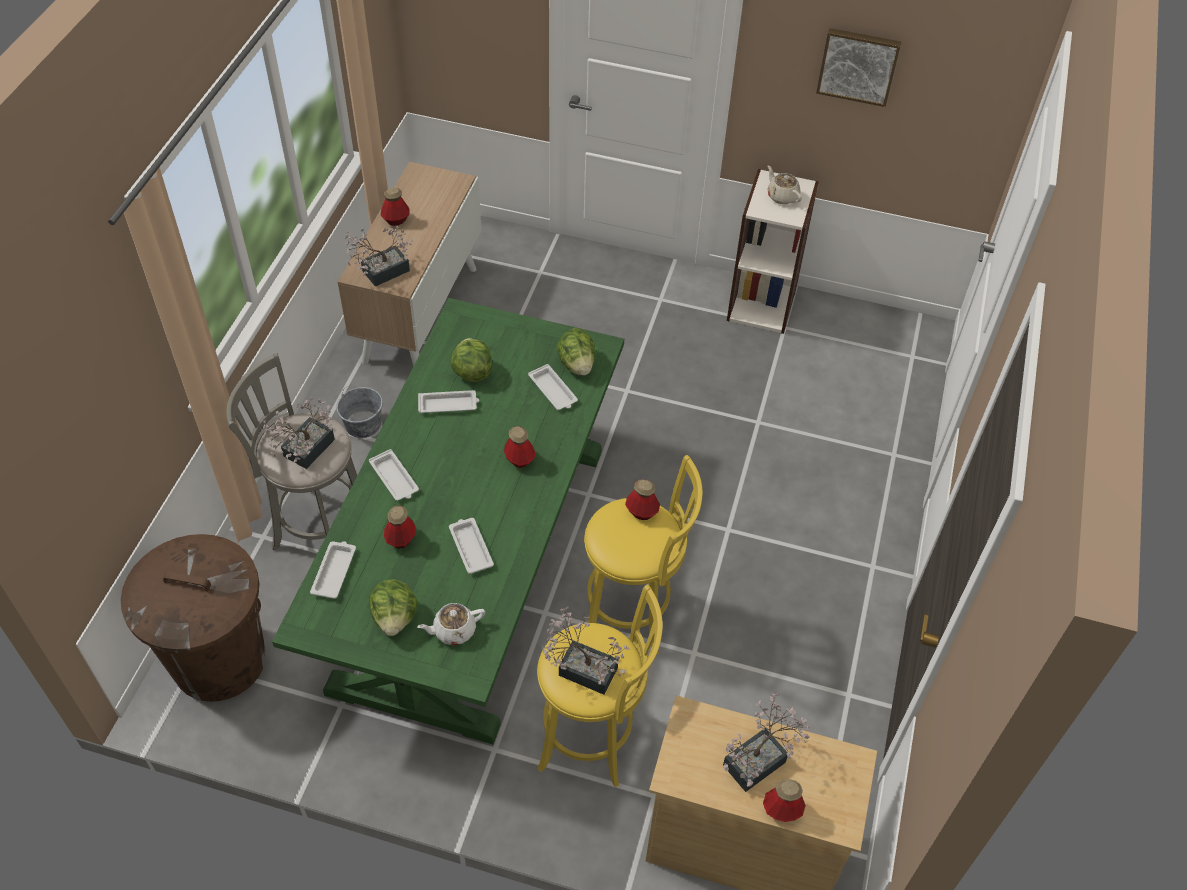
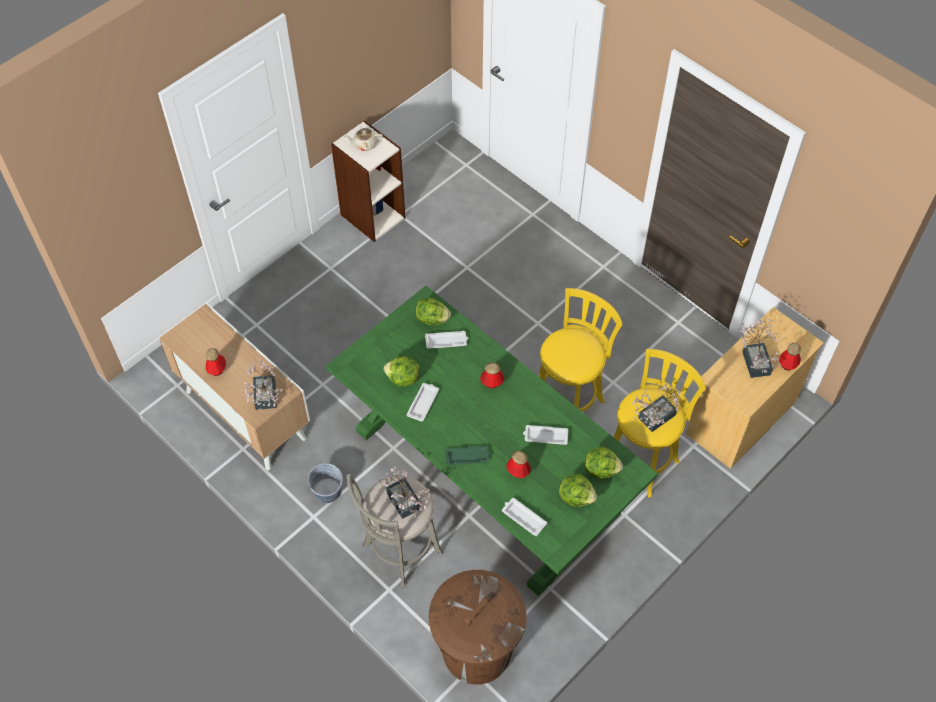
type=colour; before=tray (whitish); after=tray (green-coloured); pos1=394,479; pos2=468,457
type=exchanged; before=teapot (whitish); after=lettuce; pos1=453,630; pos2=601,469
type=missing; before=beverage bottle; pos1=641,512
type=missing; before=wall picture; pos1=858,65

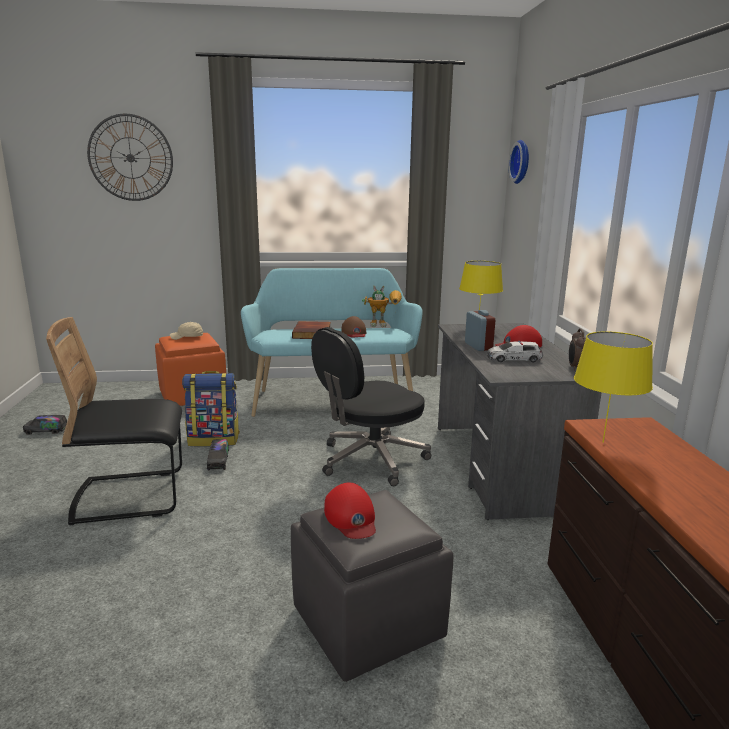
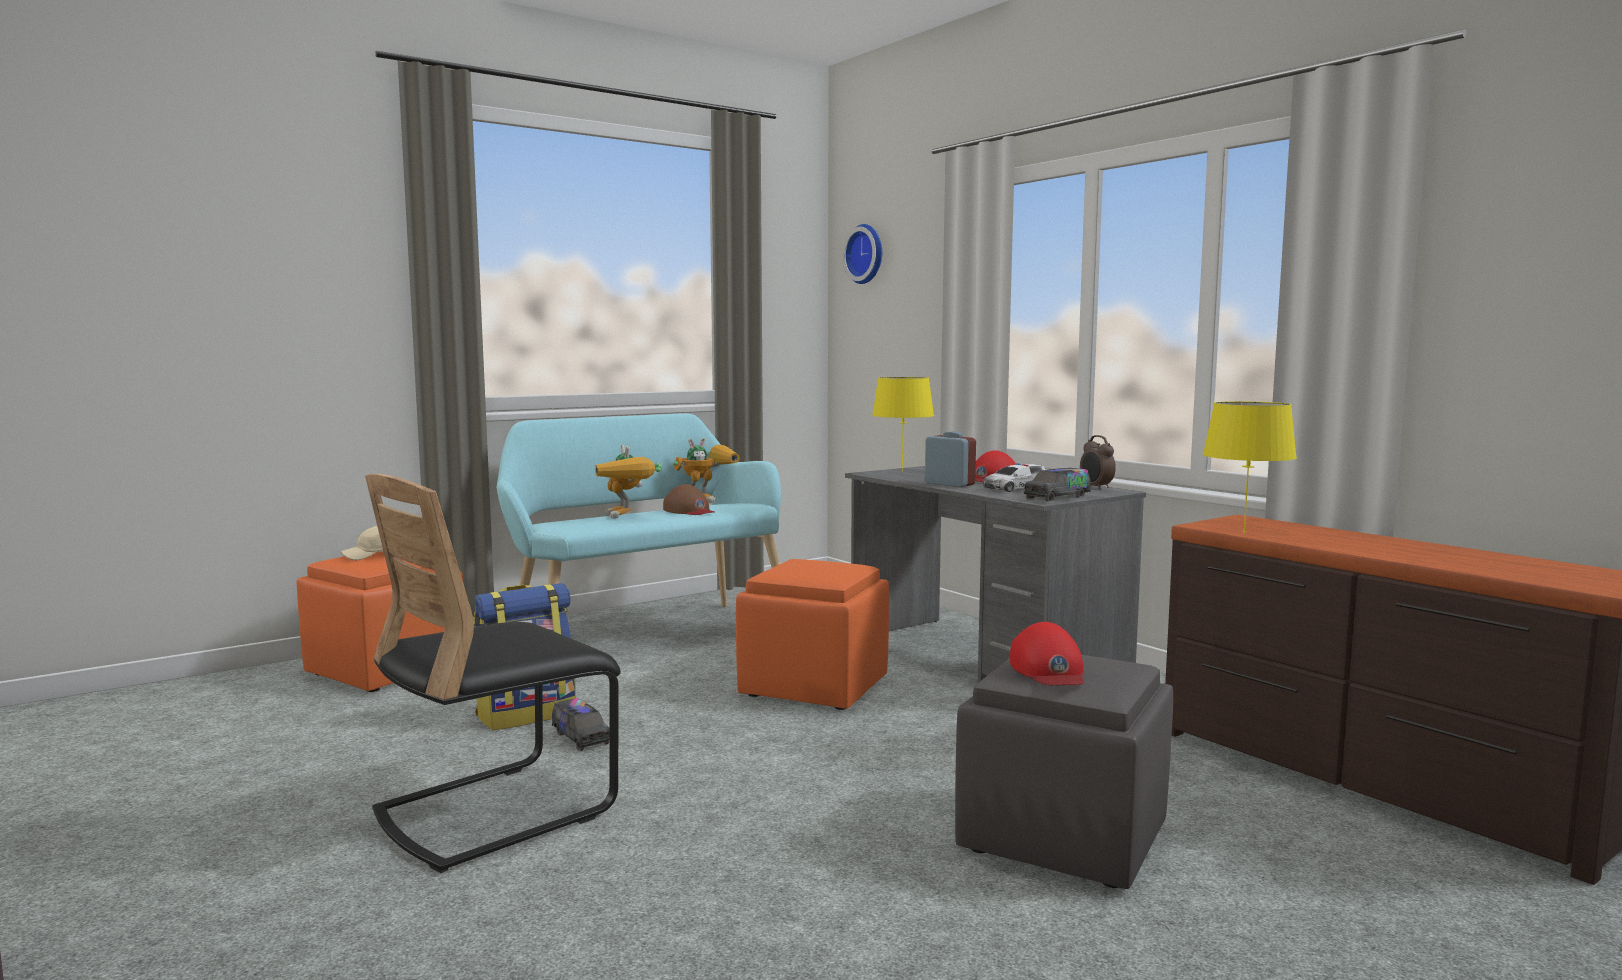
type=relocated; before=toy truck; pos1=46,431; pos2=1057,497
type=missing; before=hanging clock; pos1=130,158
type=exchanged; before=volume; after=toy robot; pos1=313,333; pos2=627,517
type=exchanged; before=computer chair (black-coloured); after=pouffe (orangey); pos1=370,460; pos2=812,687
type=spun; before=peaked cap (reddish); pos1=351,517; pos2=1048,670; turn=45

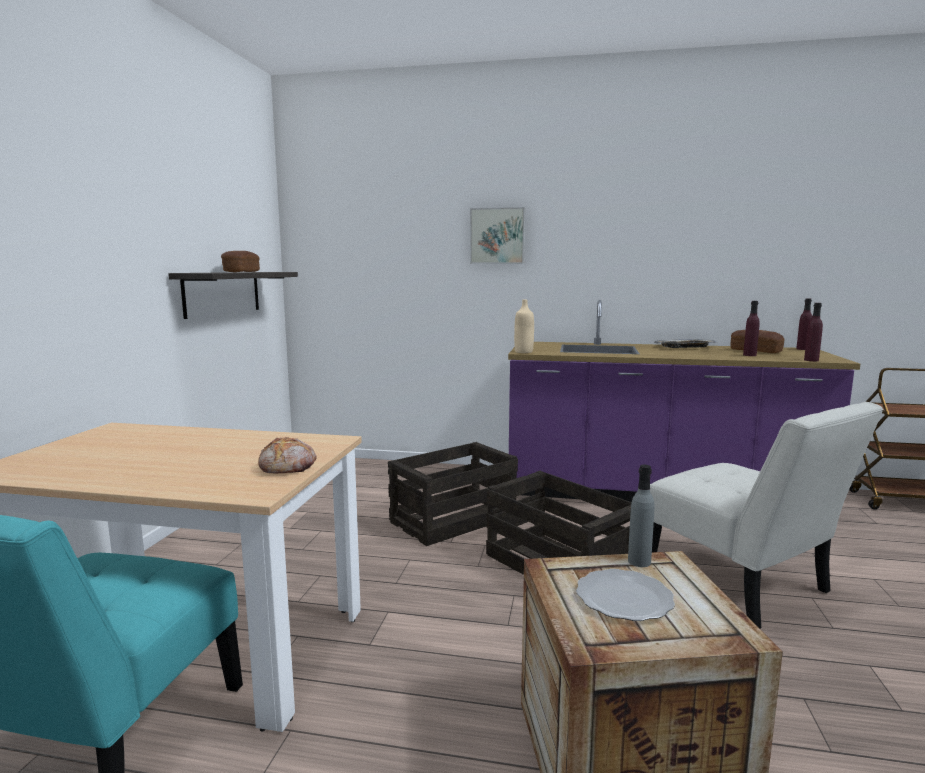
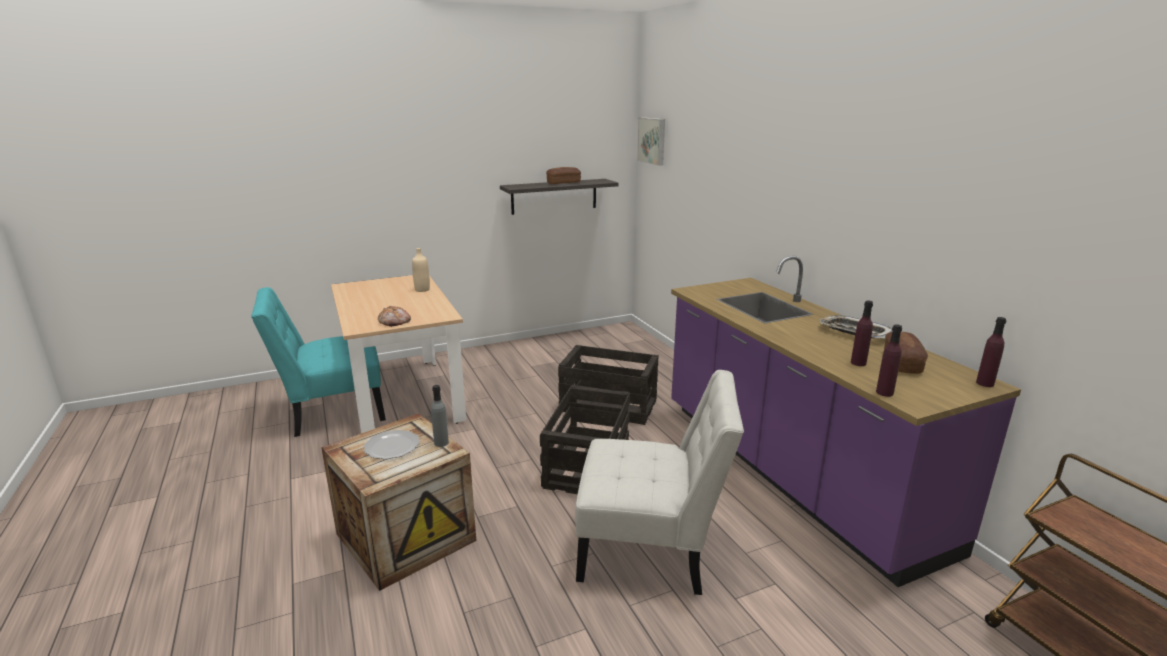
type=relocated; before=wall picture; pos1=497,236; pos2=652,140
type=relocated; before=beverage bottle (beige-coloured); pos1=523,352; pos2=422,290
type=spun; before=plain chair (whitish); pos1=742,586; pos2=651,549; turn=-105

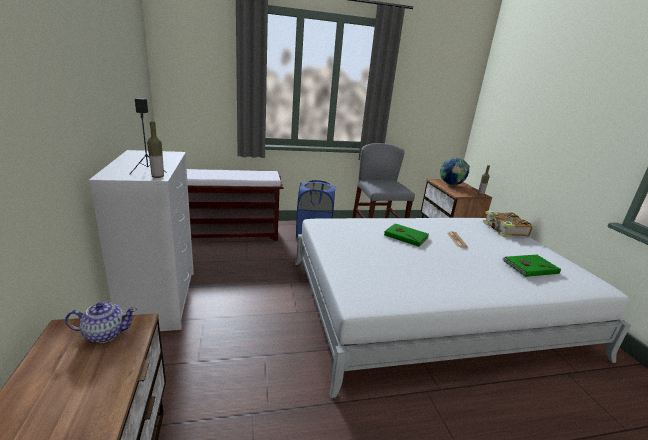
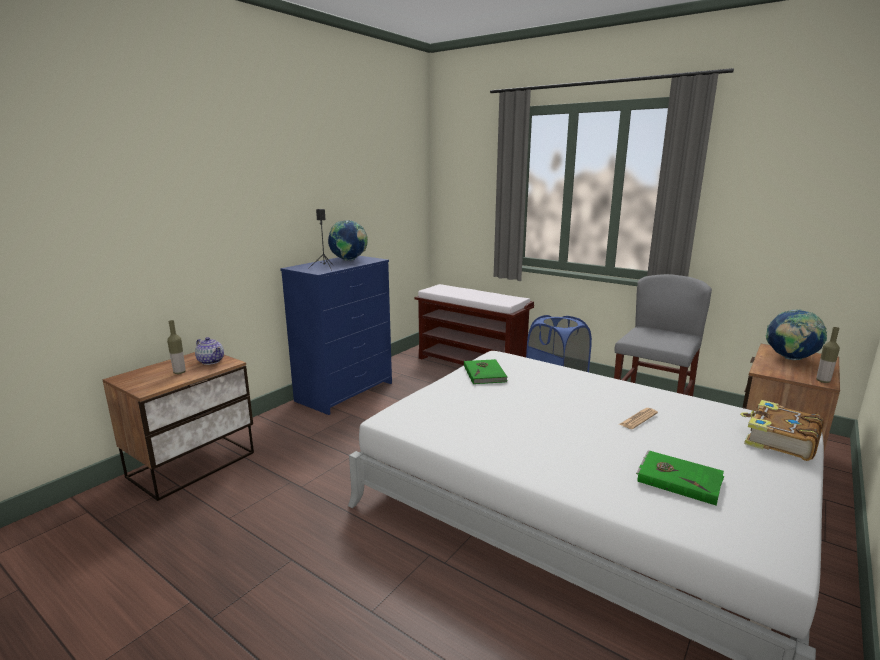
type=colour; before=drawer chest (whitish); after=drawer chest (blue-coloured); pos1=160,299; pos2=345,391
type=relocated; before=beverage bottle; pos1=158,177; pos2=179,372
type=relocated; before=volume (green-coloured); pos1=406,236; pos2=485,373
type=appeared; after=world globe; pos2=349,260

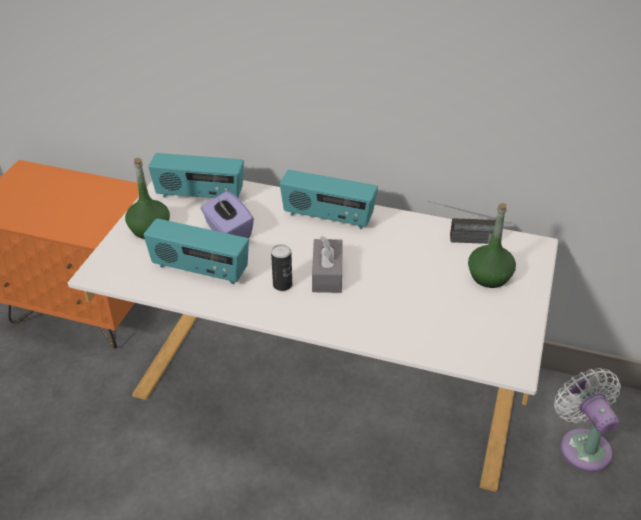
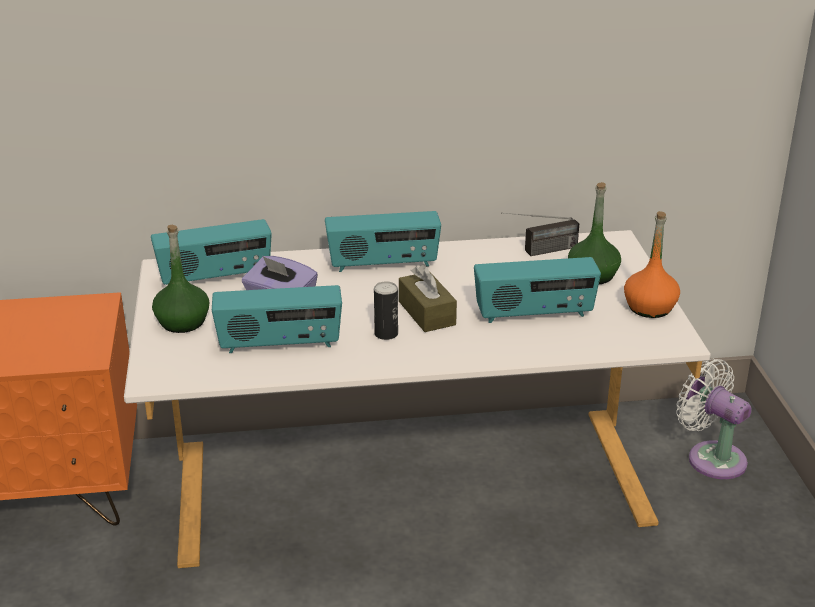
type=colour; before=tissue box (greyish); after=tissue box (brown); pos1=327,274; pos2=427,313
type=appeared; after=radio; pos2=534,315
type=appeared; after=beverage bottle (orangey); pos2=650,308

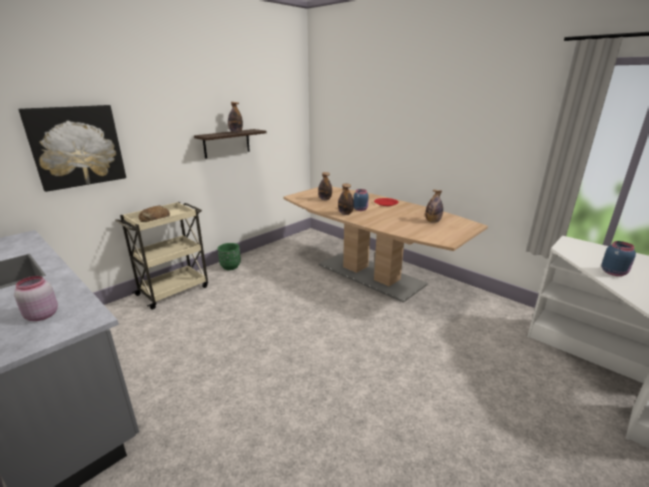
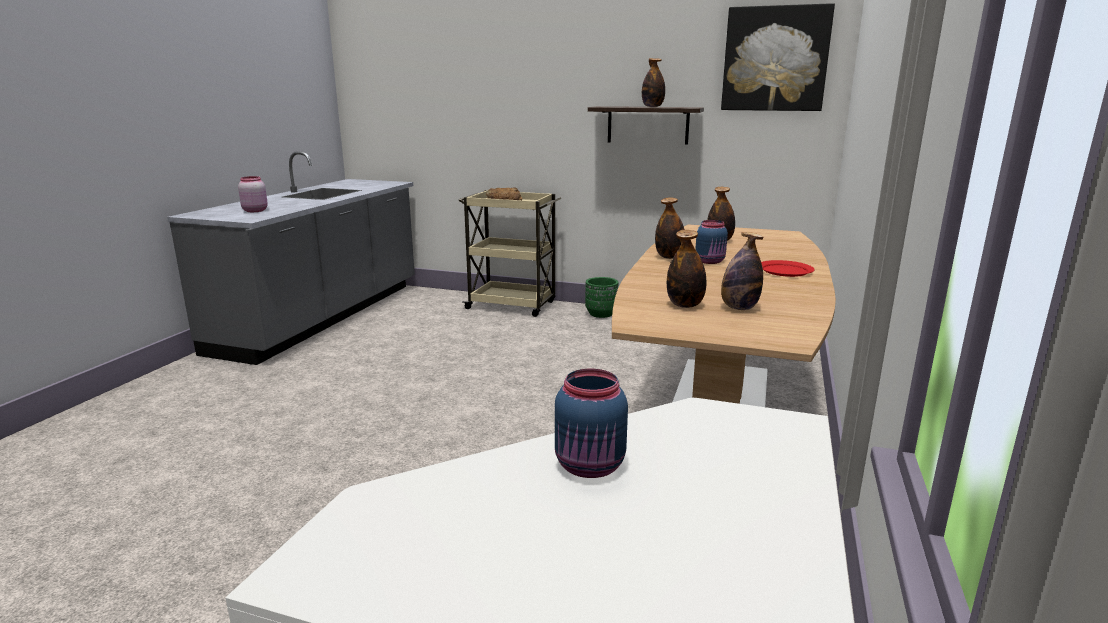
type=relocated; before=wall picture; pos1=77,146; pos2=775,59
type=appeared; after=beverage bottle; pos2=685,305

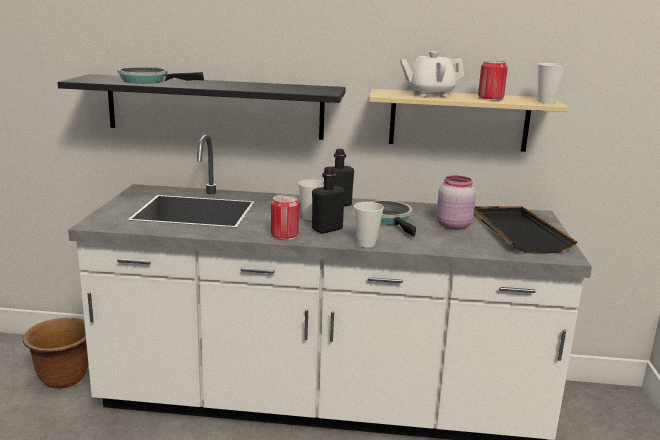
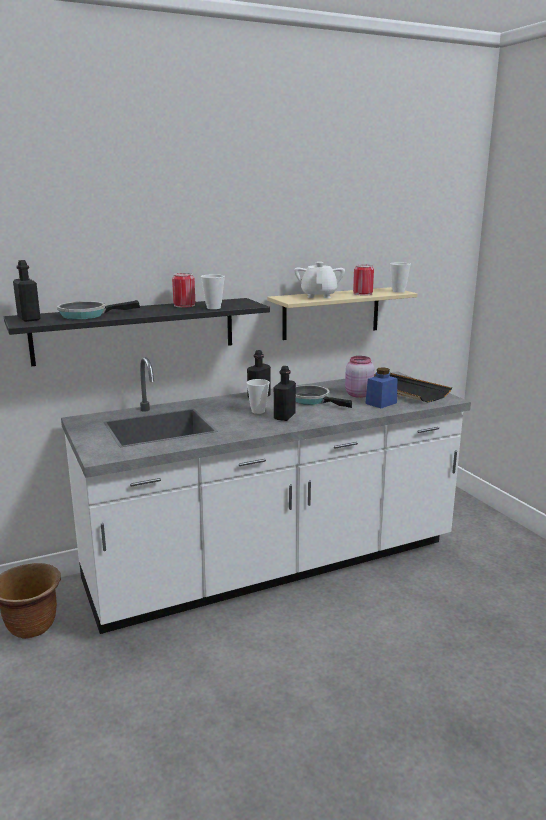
type=relocated; before=can; pos1=284,235; pos2=184,305
type=relocated; before=cup; pos1=366,244; pos2=213,308
type=spun; before=teapot (whitish); pos1=429,94; pos2=319,296; turn=135
type=appeared; after=beverage bottle (black-coloured); pos2=29,319
type=appeared; after=storage jar (blue-coloured); pos2=381,403

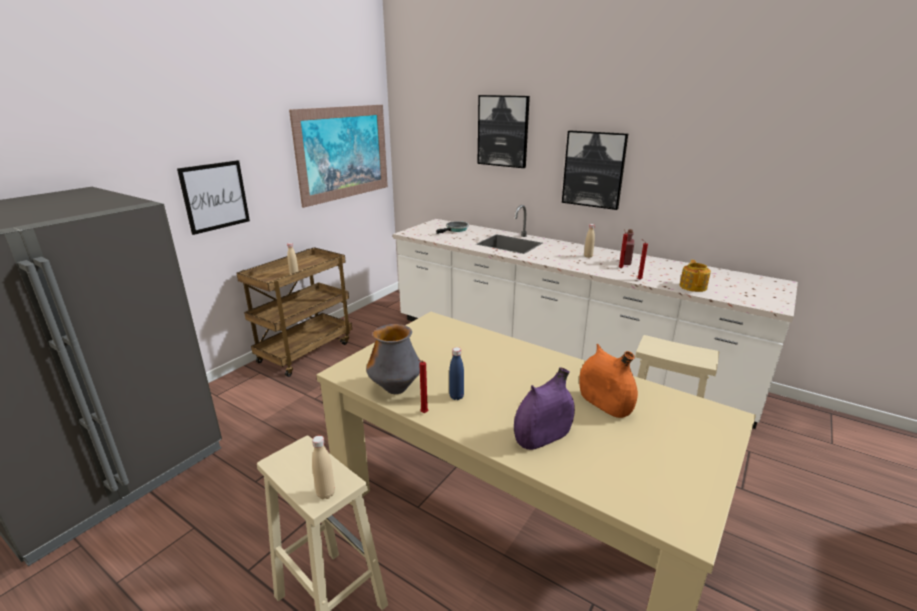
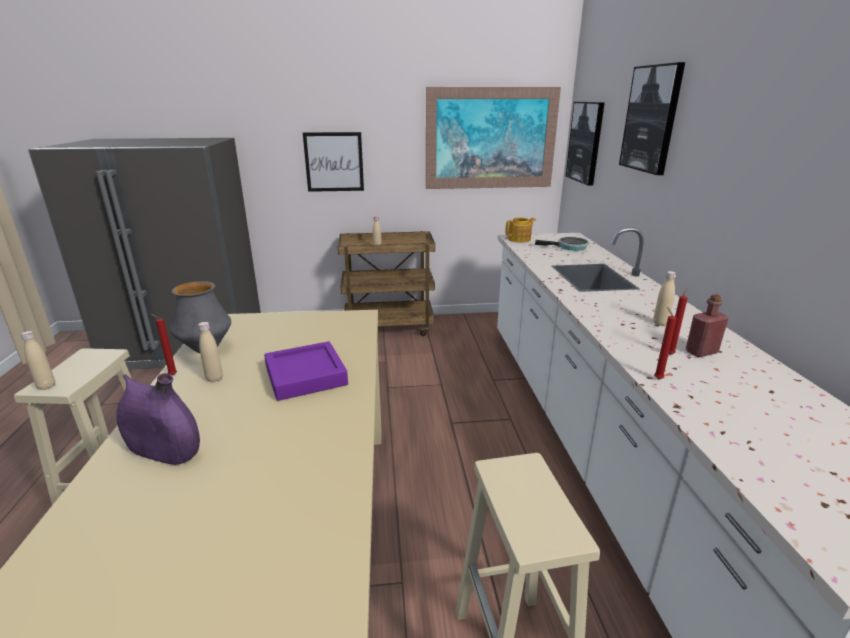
type=colour; before=beverage bottle (blue-coloured); after=beverage bottle (beige-coloured); pos1=456,396; pos2=214,379
type=relocated; before=wall picture; pos1=594,169; pos2=585,142
type=missing; before=decorative vase (orangey); pos1=604,404
type=relocated; before=teapot; pos1=693,286; pos2=520,239
type=appeared; after=tray (purple-coloured); pos2=306,376

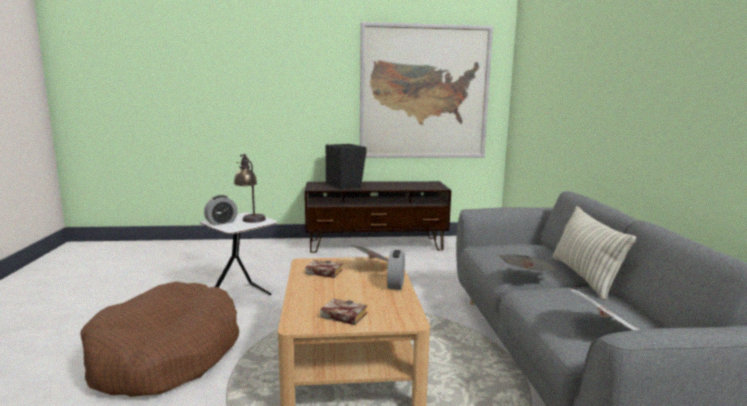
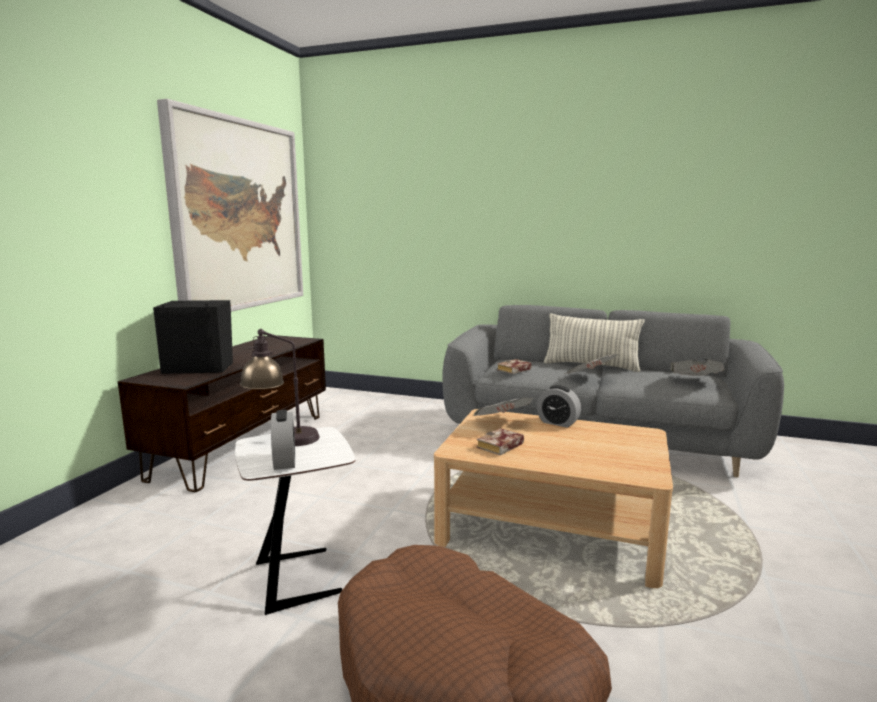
type=relocated; before=volume; pos1=341,316; pos2=514,370

